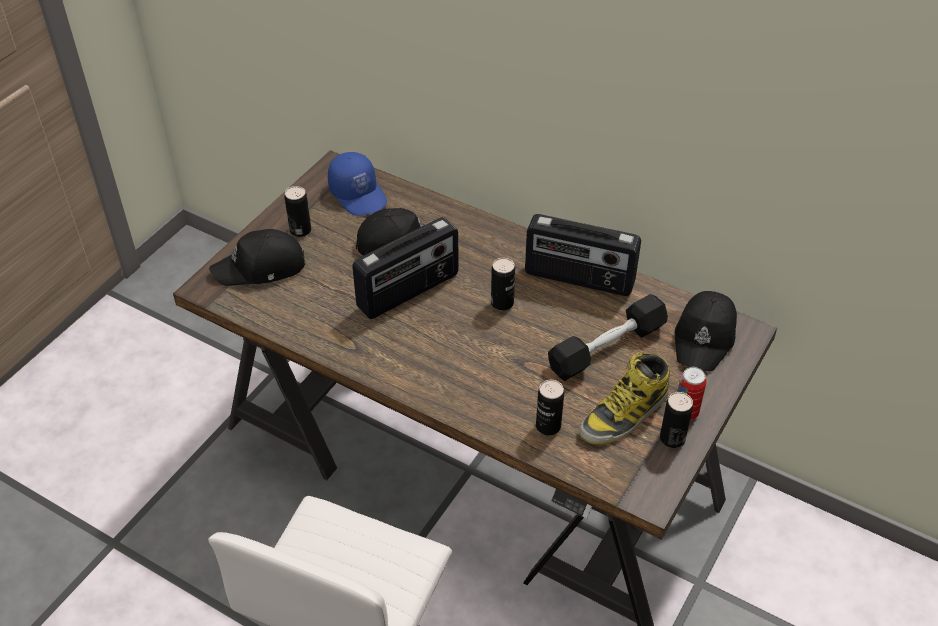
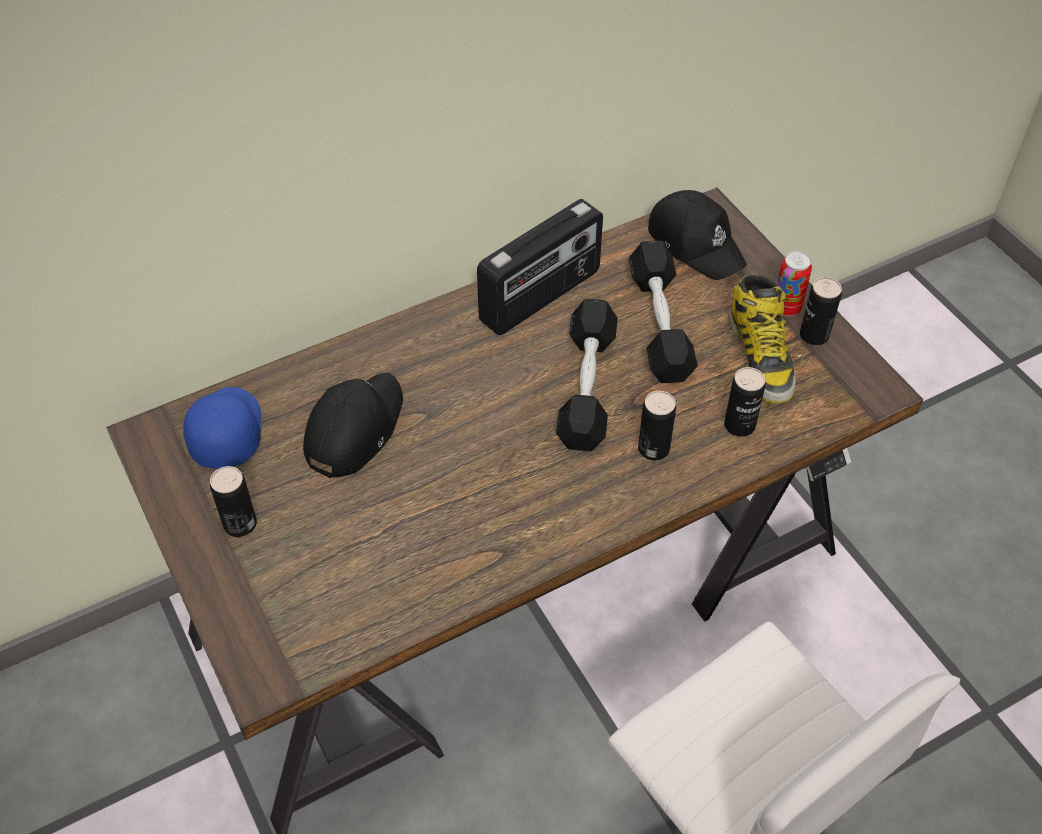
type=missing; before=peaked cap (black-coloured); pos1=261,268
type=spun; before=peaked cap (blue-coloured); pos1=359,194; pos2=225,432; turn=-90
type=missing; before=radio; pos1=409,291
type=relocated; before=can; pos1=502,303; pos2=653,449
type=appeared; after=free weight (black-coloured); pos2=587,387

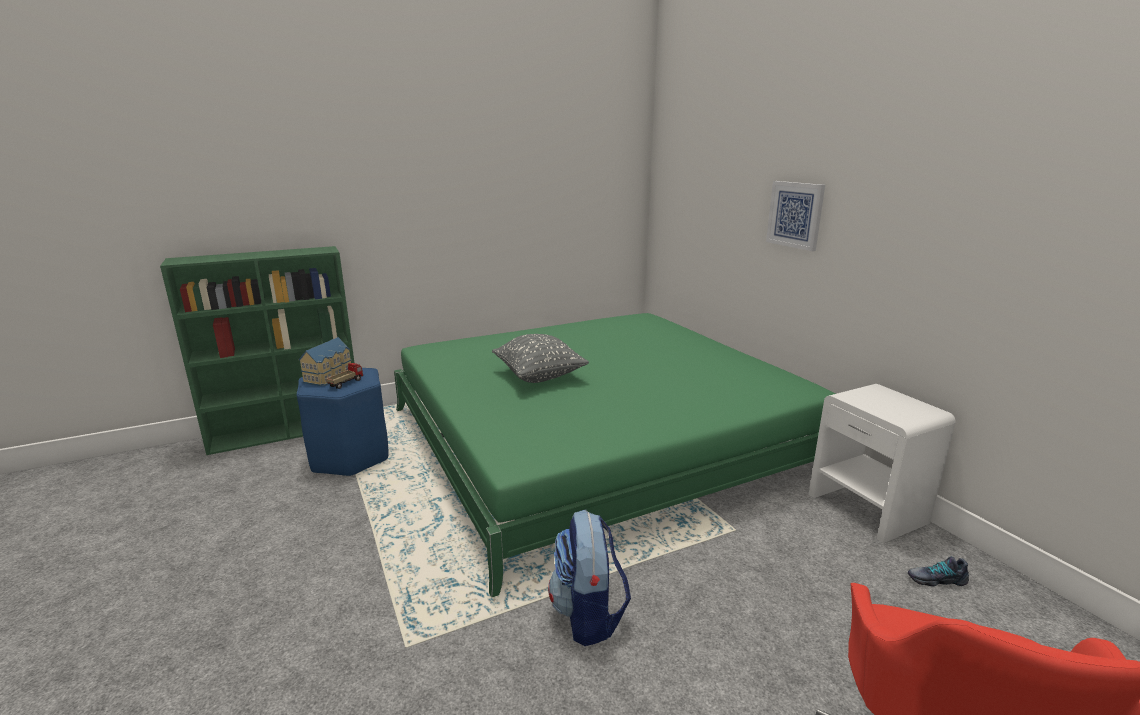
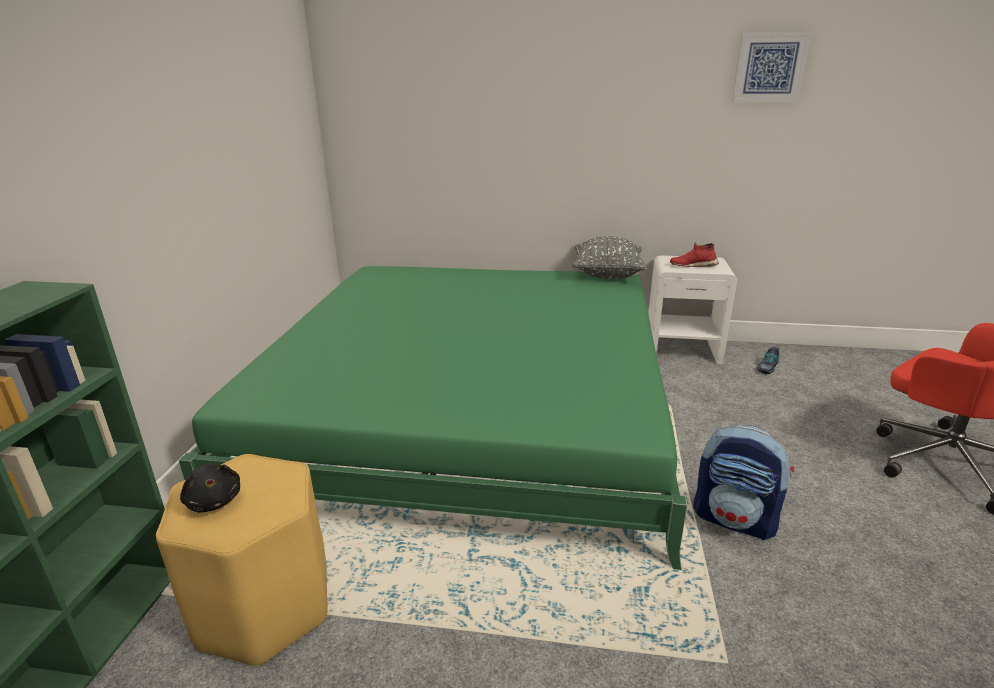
type=colour; before=stool seat (blue-coloured); after=stool seat (yellow); pos1=349,456; pos2=264,608
type=exchanged; before=model house; after=cuddly toy (black-coloured); pos1=330,376; pos2=214,501
type=missing; before=toy truck; pos1=346,383
type=relocated; before=cushion (greyish); pos1=539,376; pos2=607,275
type=relocated; before=wall picture; pos1=795,215; pos2=769,67
type=appeared; after=low shoe (reddish); pos2=693,265

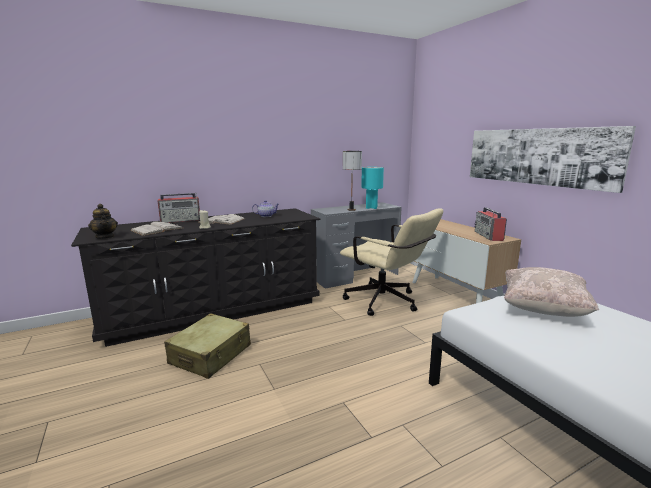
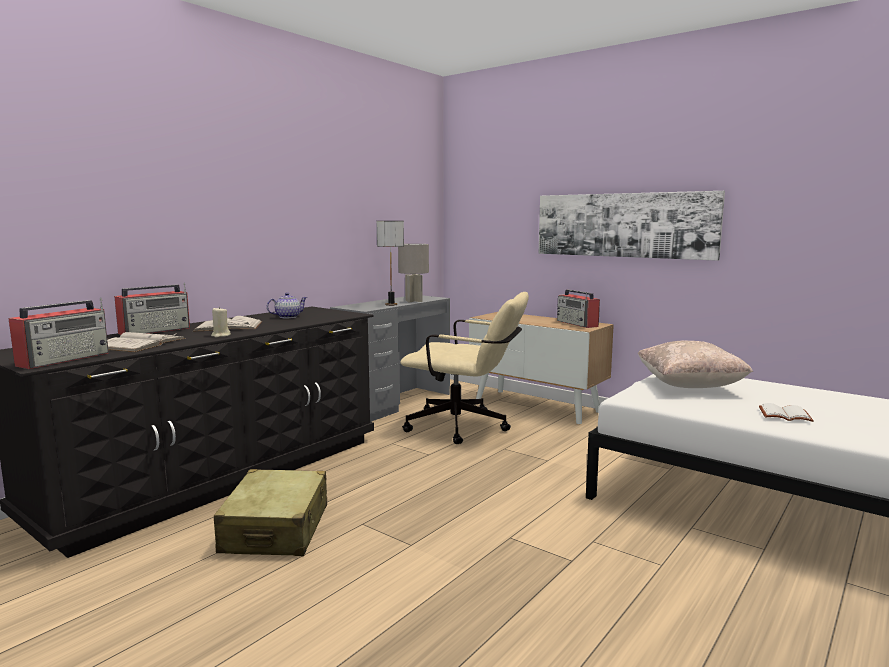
type=exchanged; before=teapot; after=radio; pos1=105,237; pos2=65,359
type=colour; before=tabletop lamp (blue-green); after=tabletop lamp (greyish); pos1=371,207; pos2=413,301
type=appeared; after=volume (whitish); pos2=784,415

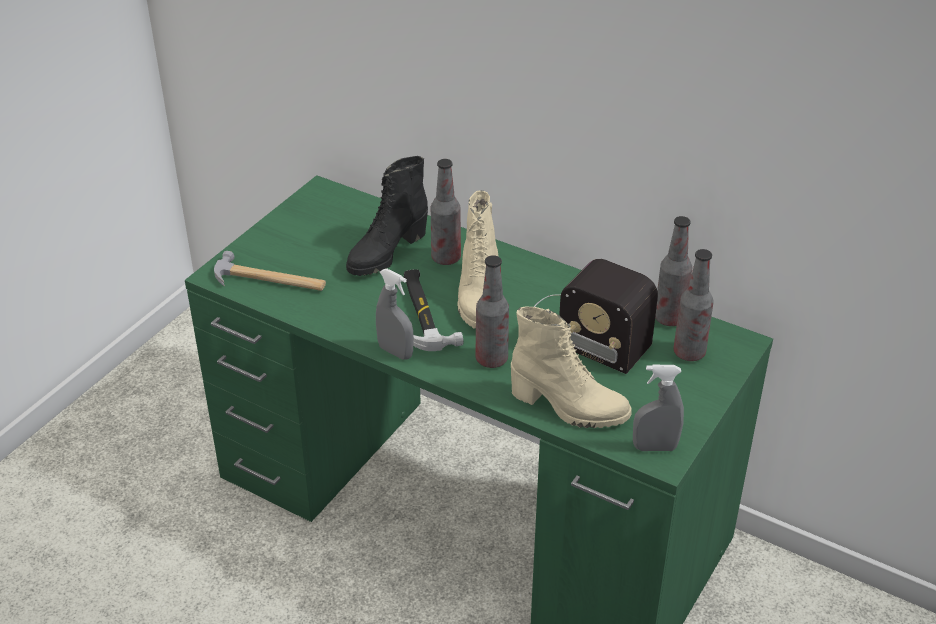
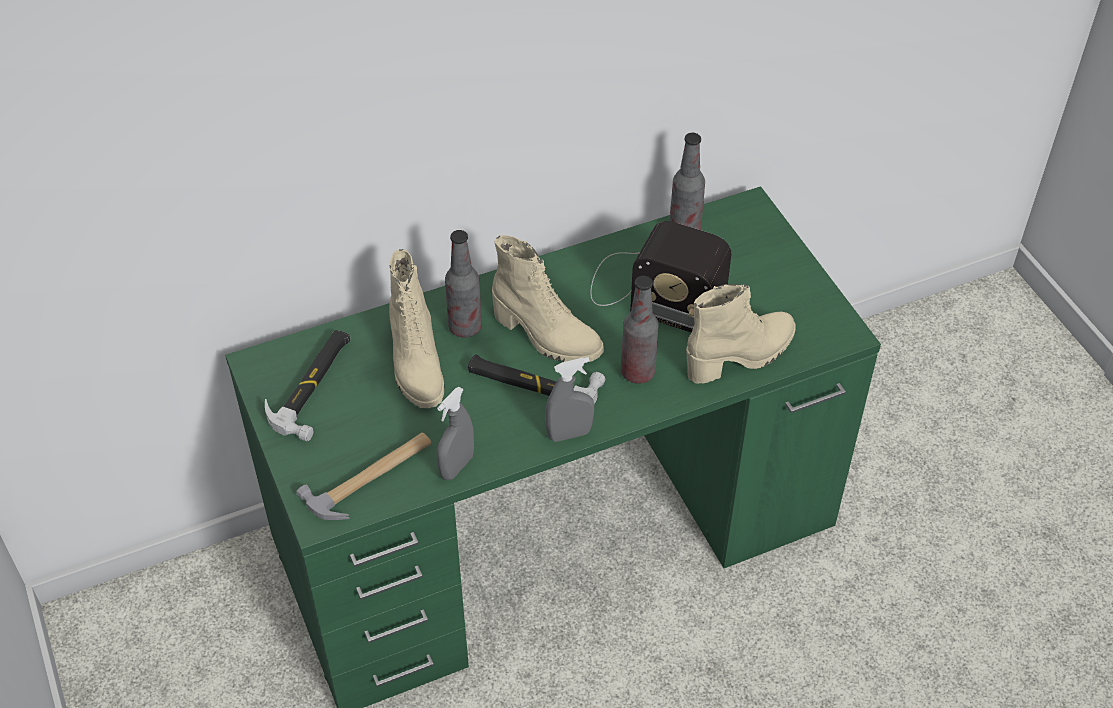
type=colour; before=tall boot (black-coloured); after=tall boot (beige-coloured); pos1=386,253; pos2=415,366
type=spun; before=radio; pos1=582,330; pos2=652,292; turn=45
type=relocated; before=hand sprayer (greyish); pos1=654,447; pos2=457,466
type=missing; before=beverage bottle; pos1=689,353
type=appeared; after=tool hammer; pos2=314,386

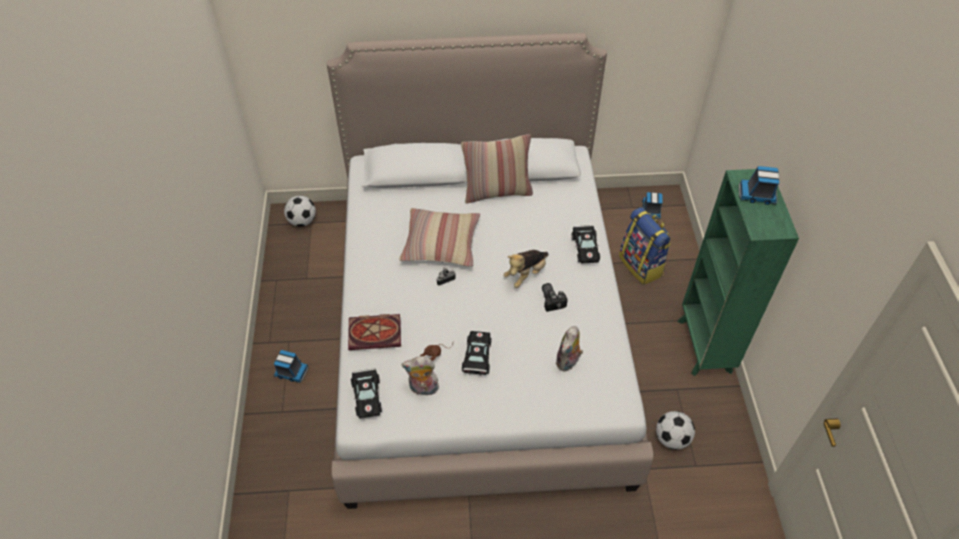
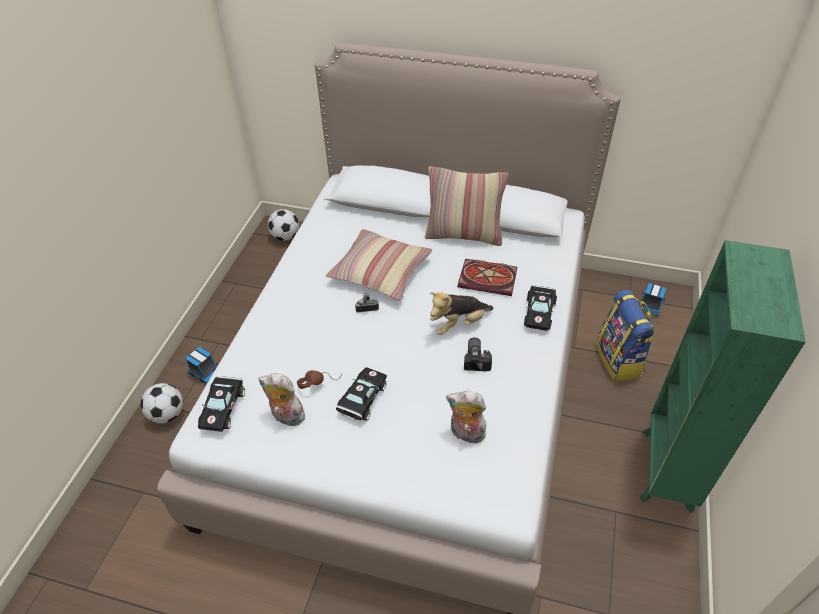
type=relocated; before=volume; pos1=376,332; pos2=489,279
type=spun; before=cuddly toy; pos1=568,362; pos2=466,434; turn=60
type=relocated; before=ball for football; pos1=672,439; pos2=167,414
type=missing; before=toy truck; pos1=758,195

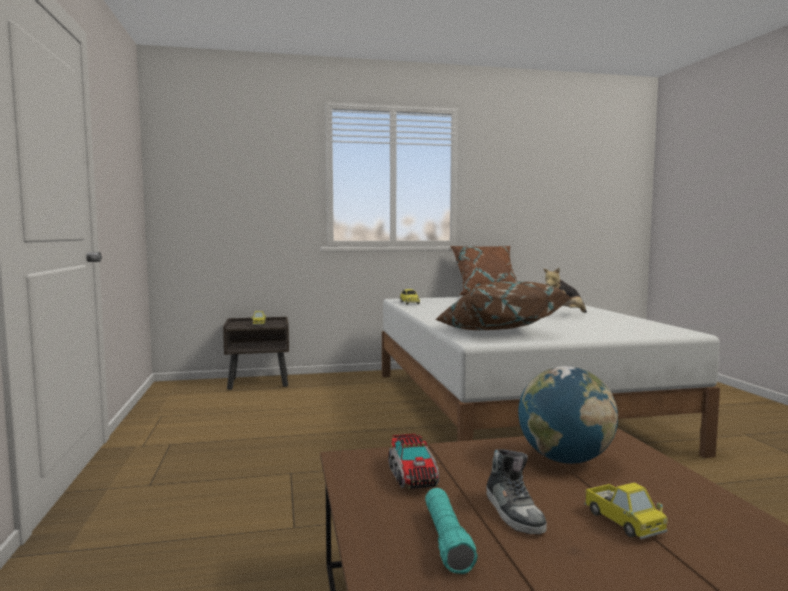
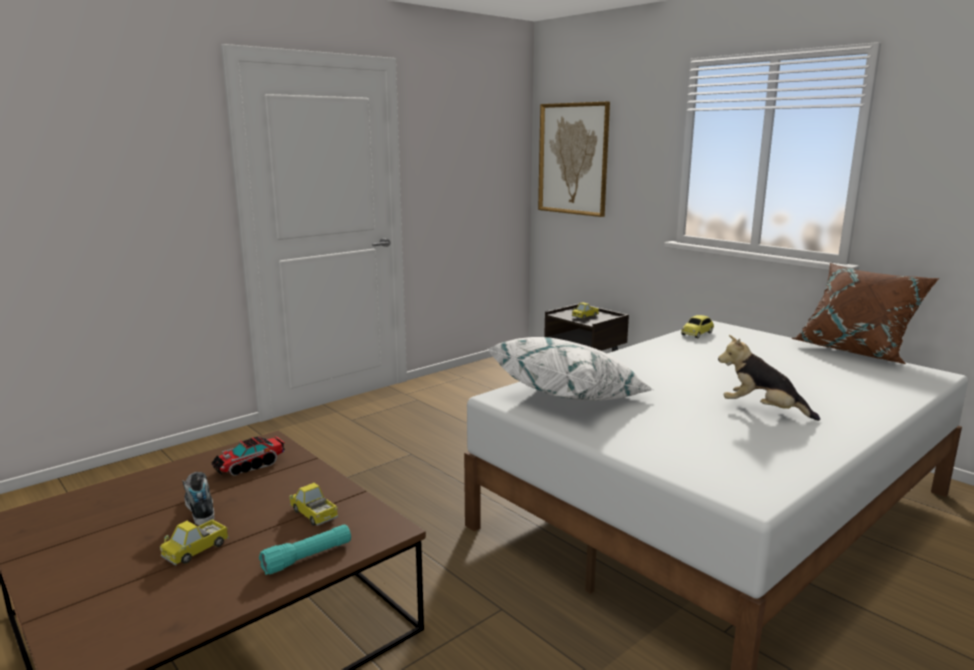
type=relocated; before=flashlight (blue-green); pos1=446,540; pos2=307,558
type=colour; before=cushion (brown); after=cushion (whitish); pos1=498,331; pos2=570,397
type=spun; before=low shoe; pos1=514,512; pos2=200,509; turn=105
type=exchanged; before=world globe; after=toy truck; pos1=565,459; pos2=314,514
type=appeared; after=wall picture; pos2=573,159

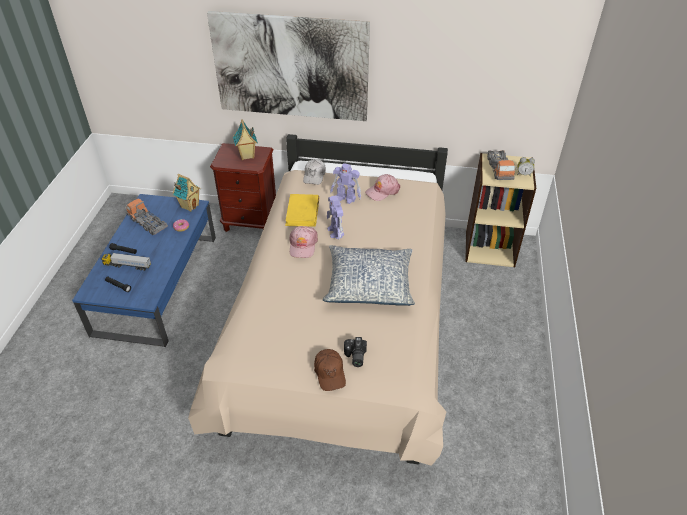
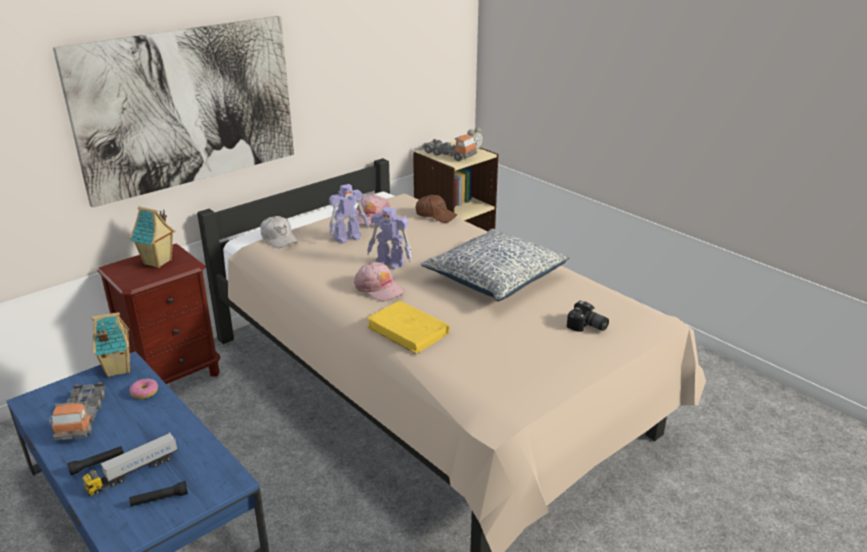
type=spun; before=toy truck; pos1=148,223; pos2=82,418; turn=-90
type=relocated; before=volume (yellow); pos1=302,212; pos2=408,330
type=relocated; before=peaked cap (brown); pos1=330,373; pos2=435,215

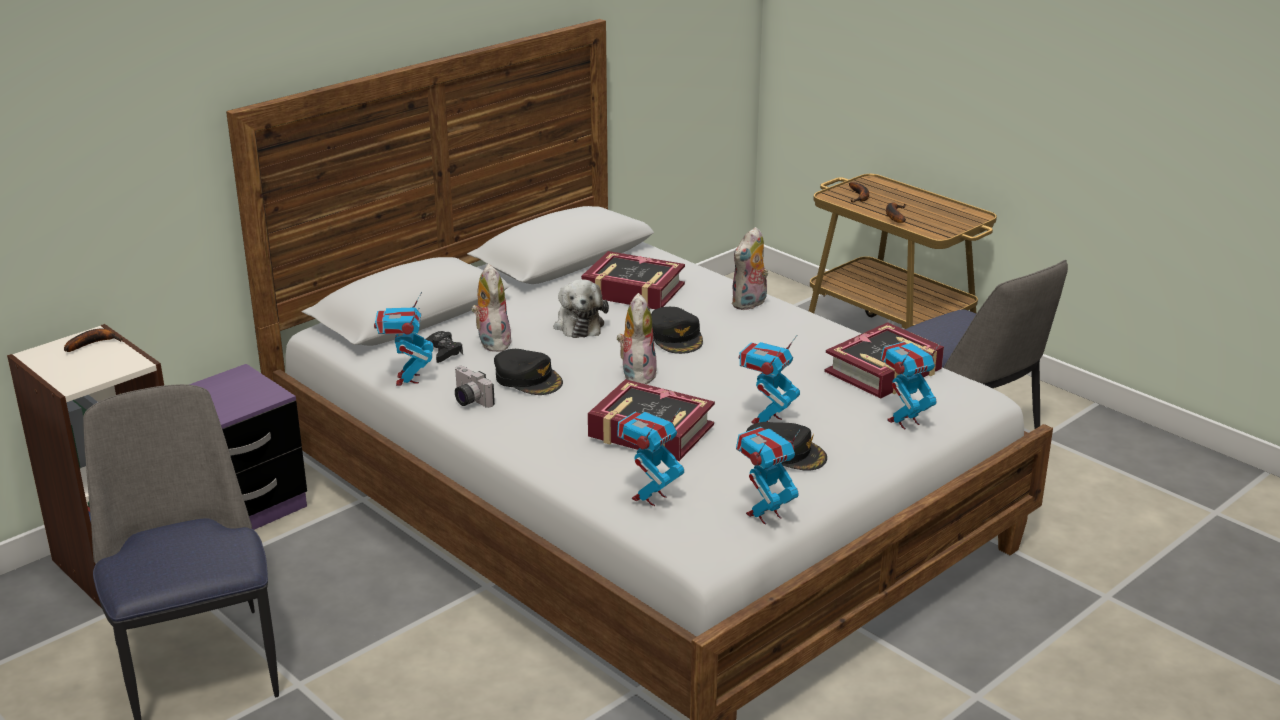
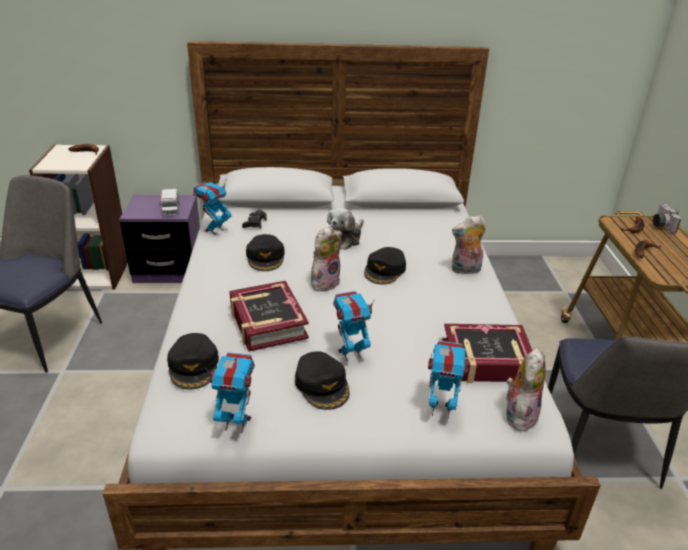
type=relocated; before=photo camera; pos1=468,400; pos2=660,225
type=relocated; before=cuddly toy; pos1=491,342; pos2=519,414
type=missing; before=volume; pos1=633,291
type=exchanged; before=toy robot; after=peaked cap (black-coloured); pos1=649,497; pos2=194,366
type=appeared; after=toy truck; pos2=171,210

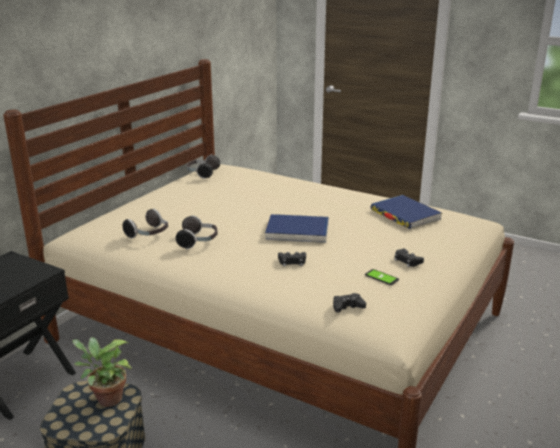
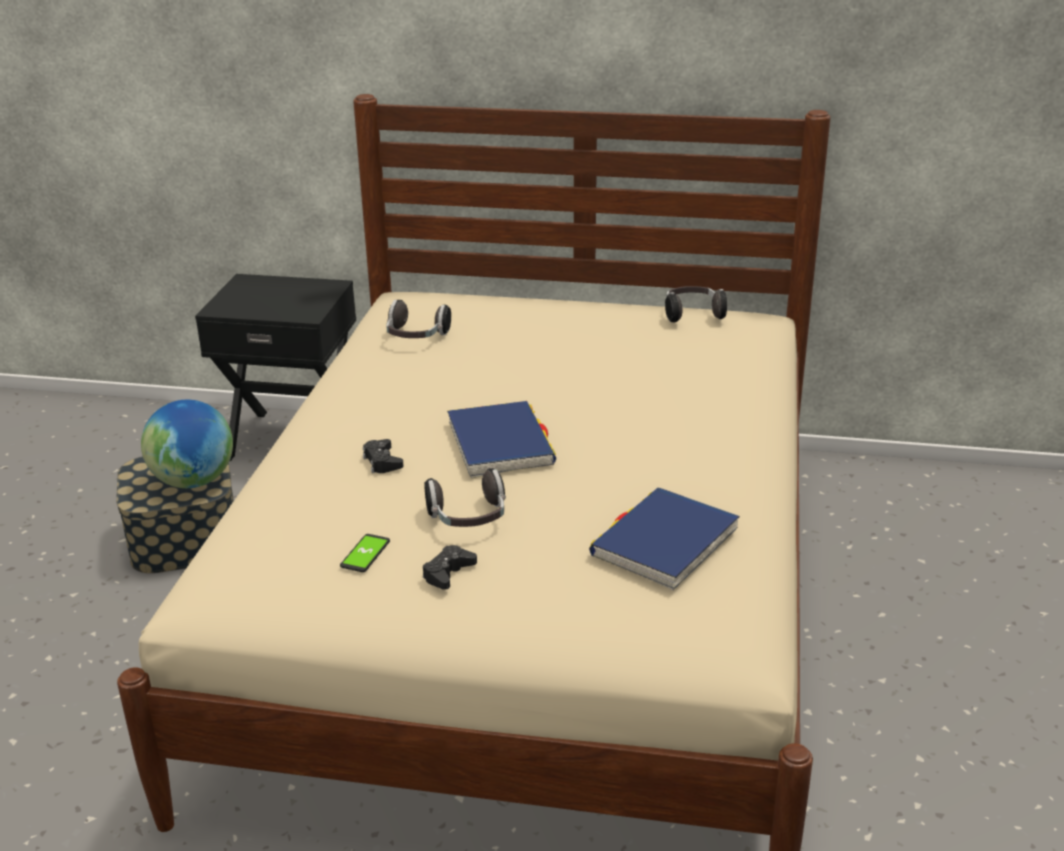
type=exchanged; before=potted plant; after=world globe; pos1=106,399; pos2=194,481
type=relocated; before=headphones; pos1=198,241; pos2=468,519
type=missing; before=gamepad (black-coloured); pos1=347,307

